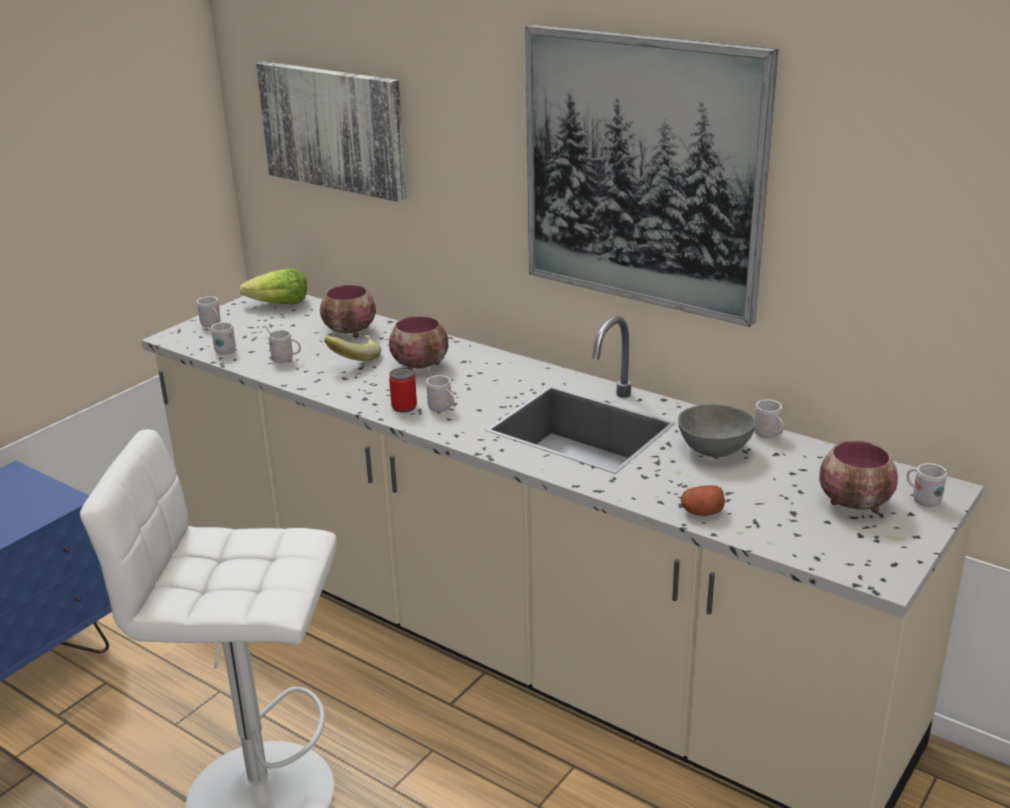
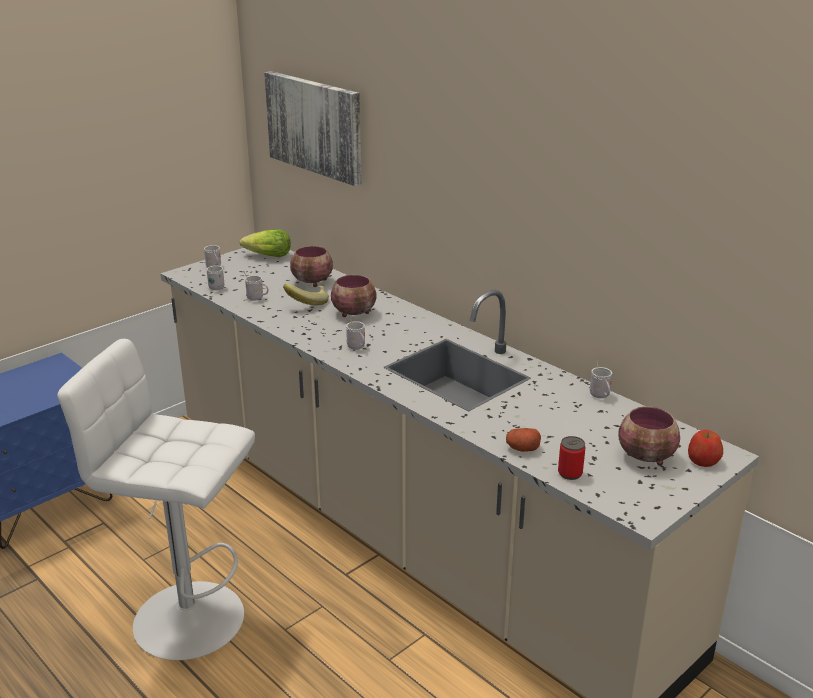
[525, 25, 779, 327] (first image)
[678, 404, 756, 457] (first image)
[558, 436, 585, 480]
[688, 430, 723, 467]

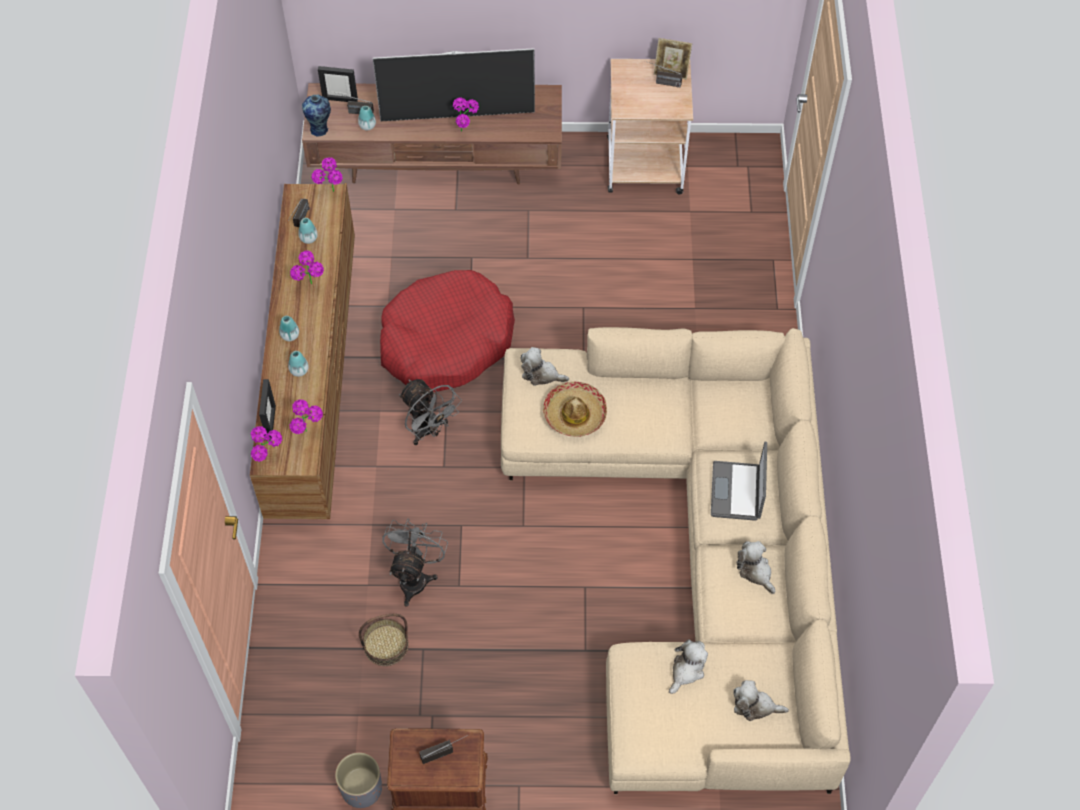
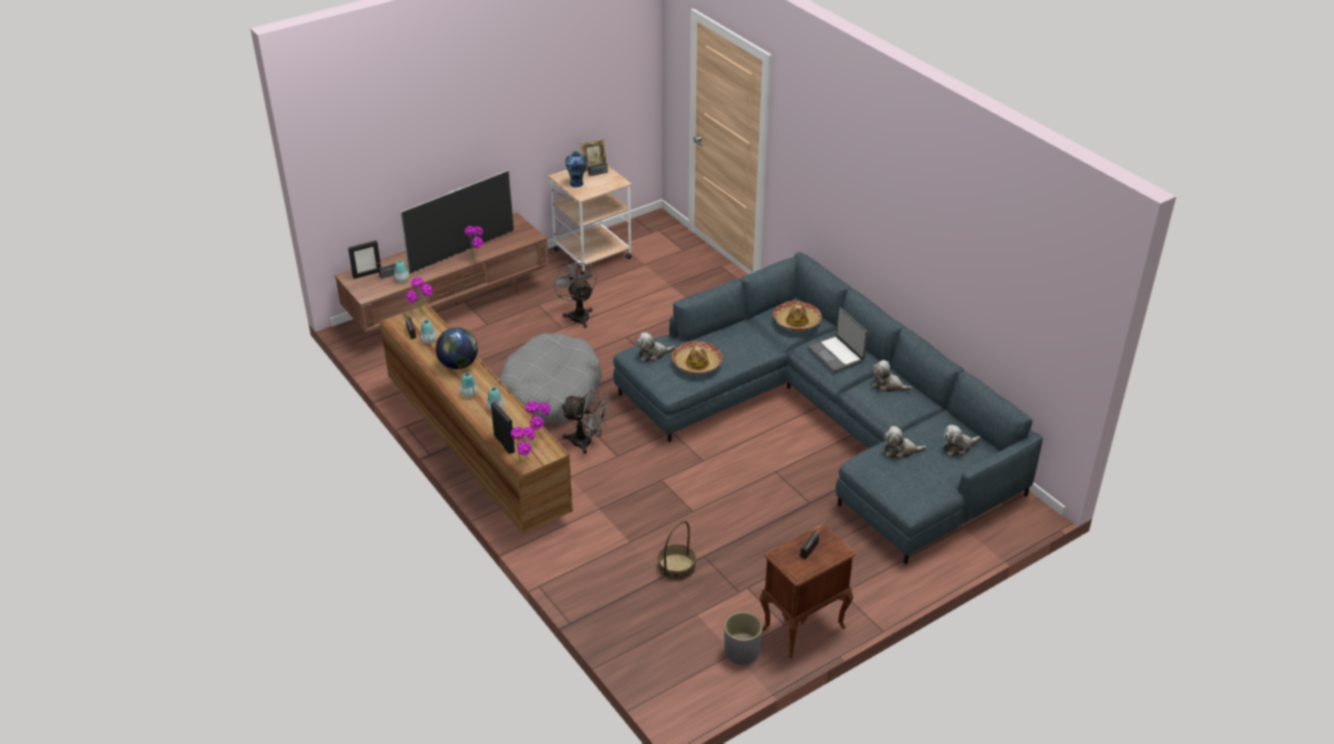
[773, 300, 822, 331]
[566, 151, 587, 187]
[551, 258, 597, 328]
[436, 327, 478, 369]
[499, 333, 602, 425]
[613, 252, 1043, 565]
[884, 426, 927, 460]

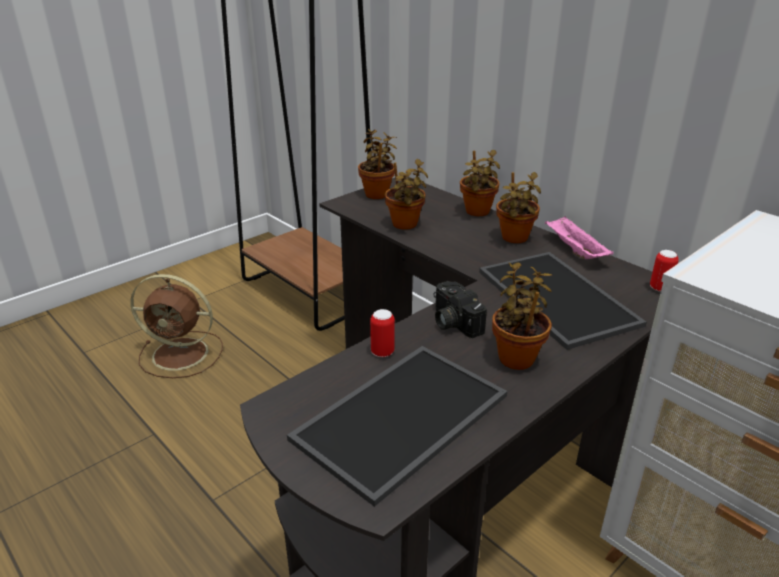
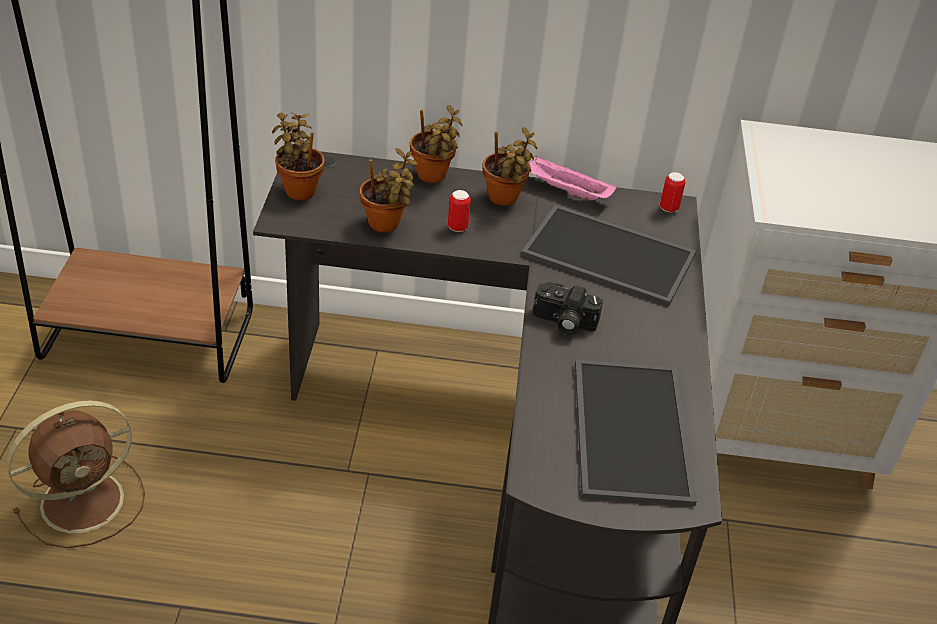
[492, 262, 552, 370] (first image)
[448, 190, 471, 232]

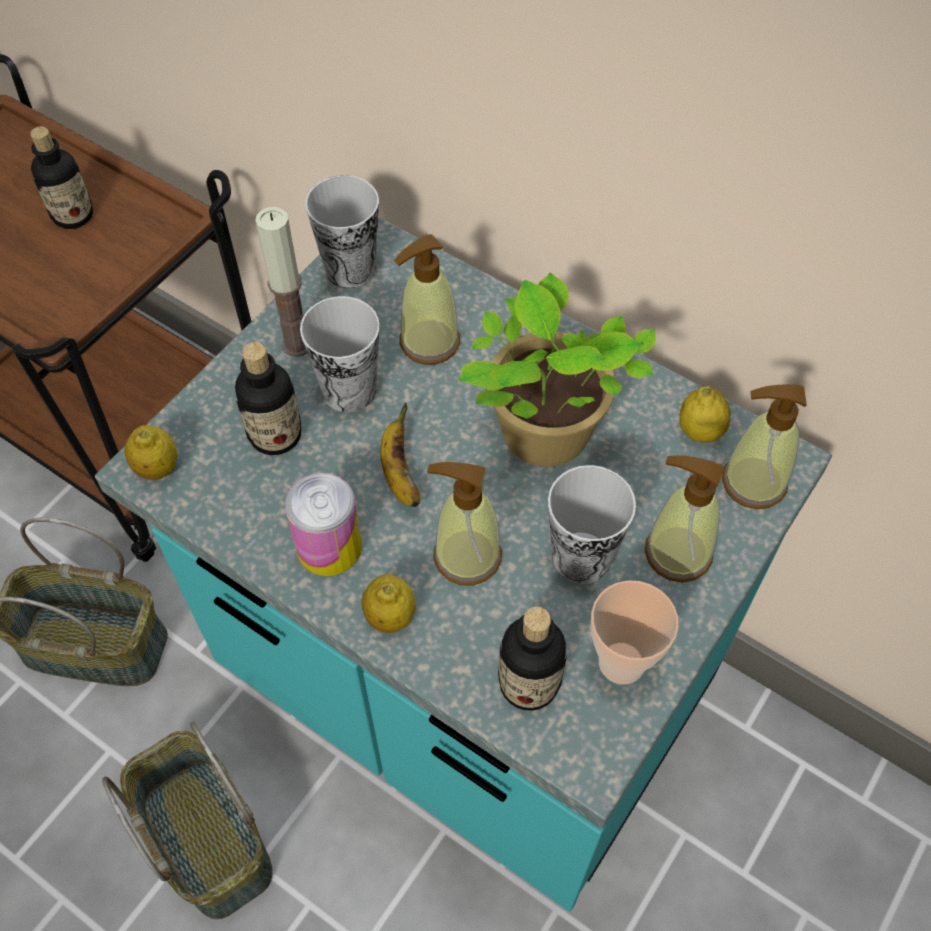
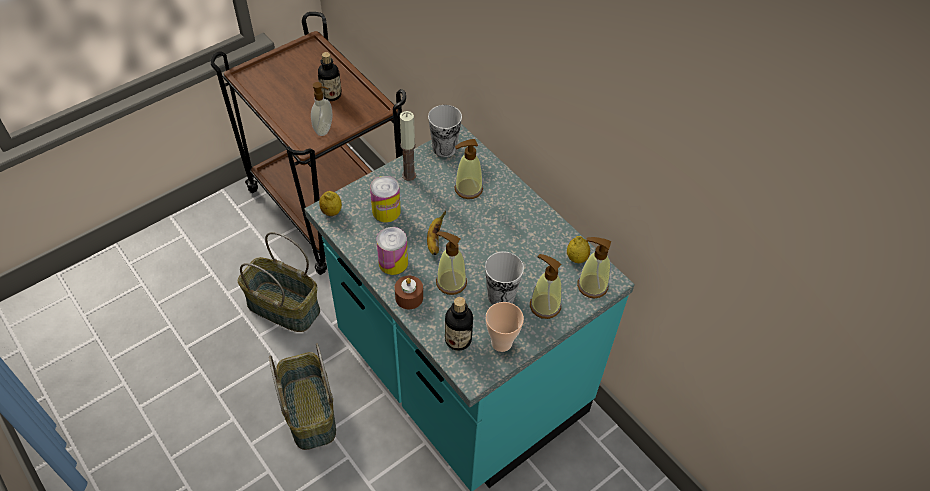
[300, 296, 380, 412] (first image)
[458, 272, 656, 467] (first image)
[311, 82, 333, 136]
[370, 176, 401, 222]
[395, 276, 423, 309]

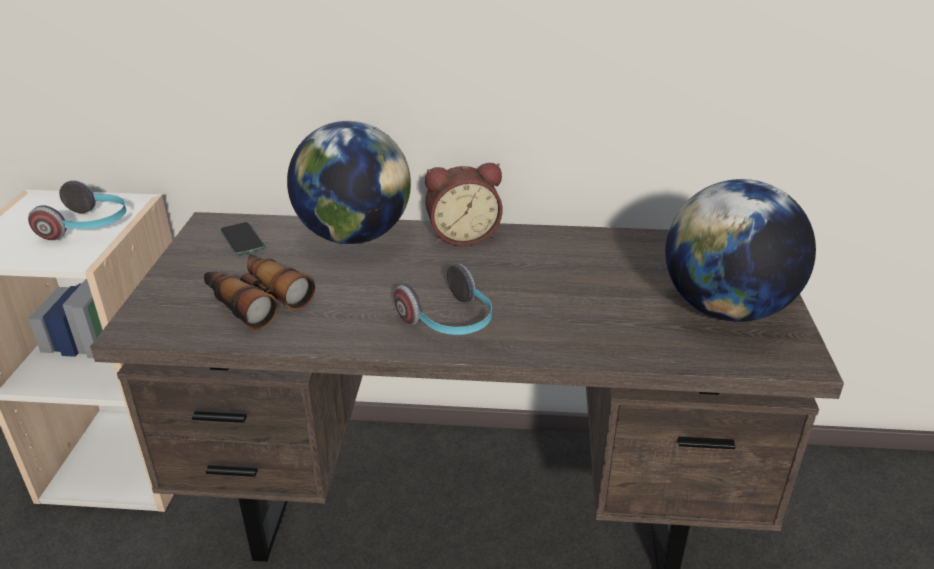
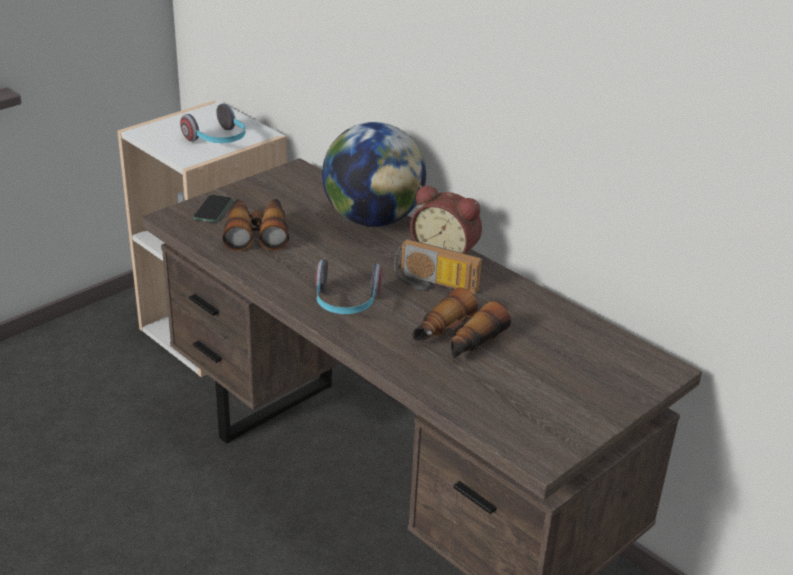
[665, 179, 816, 322] (first image)
[394, 239, 482, 294]
[413, 287, 511, 358]
[193, 195, 233, 223]

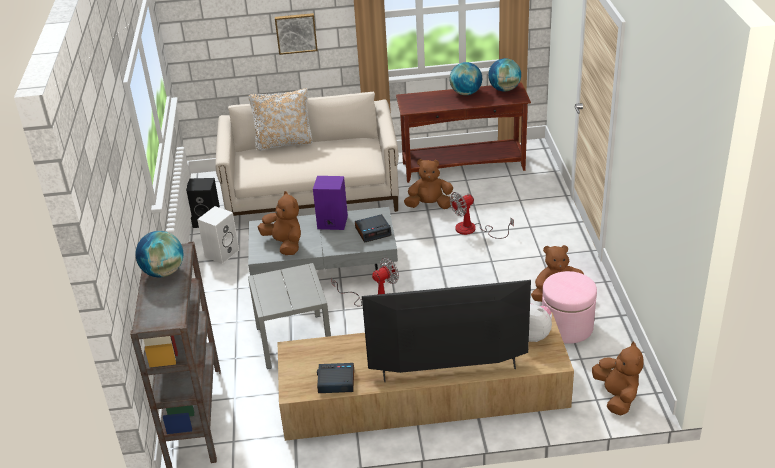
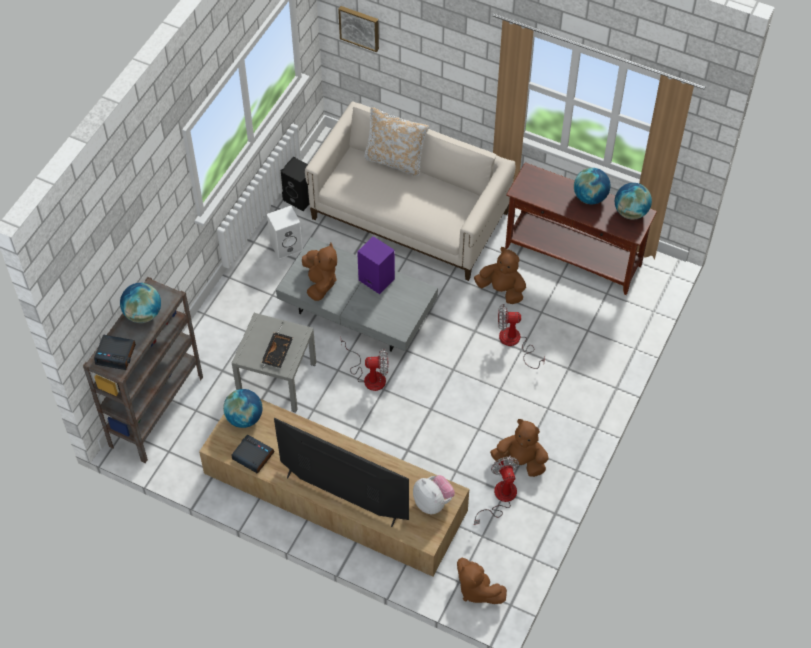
[223, 389, 262, 428]
[261, 332, 293, 368]
[338, 6, 379, 52]
[94, 335, 136, 370]
[474, 457, 519, 525]
[457, 558, 507, 604]

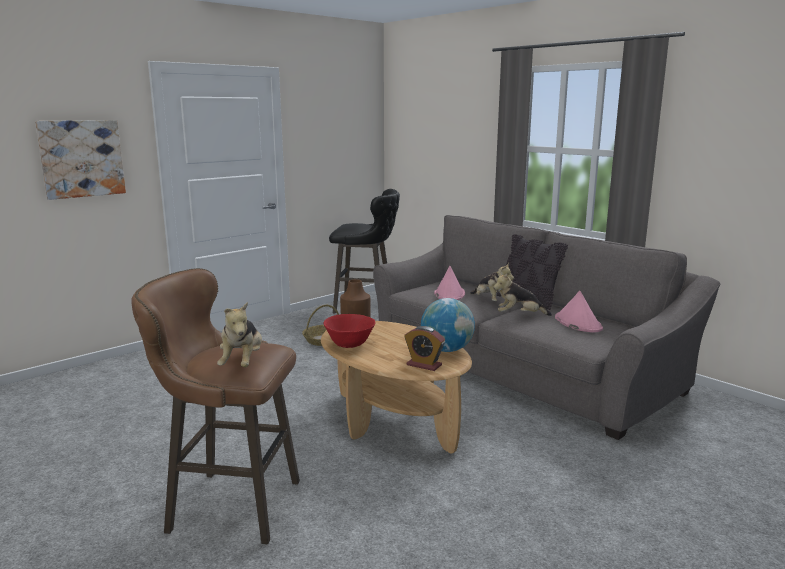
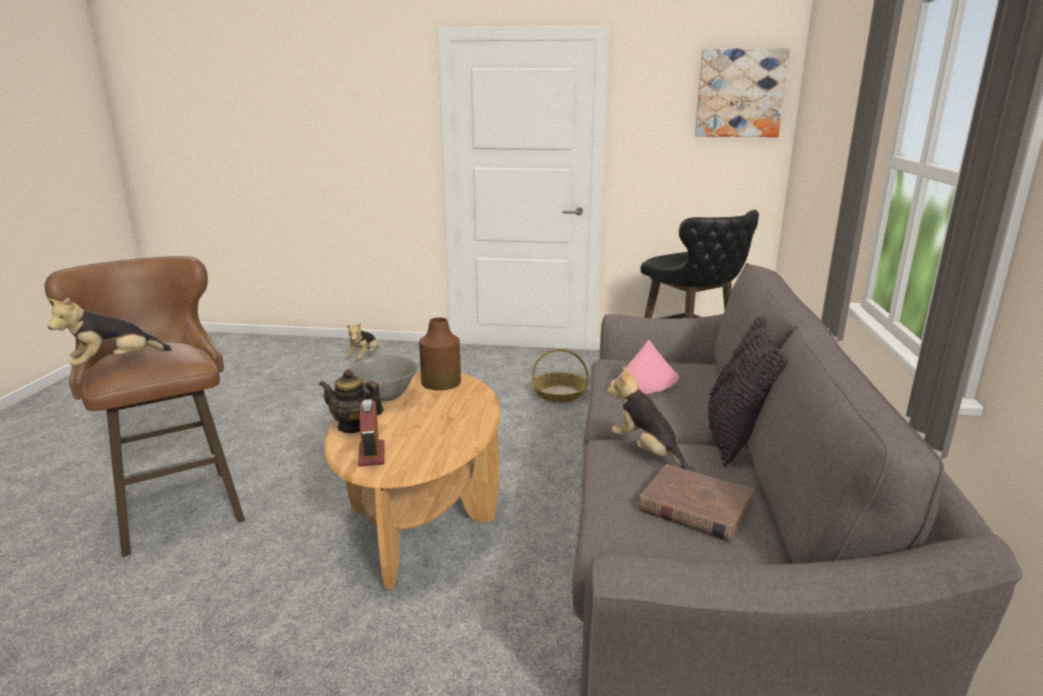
[421, 298, 475, 352] (first image)
[319, 369, 384, 433]
[695, 48, 790, 137]
[345, 323, 379, 360]
[638, 464, 754, 541]
[349, 355, 418, 402]

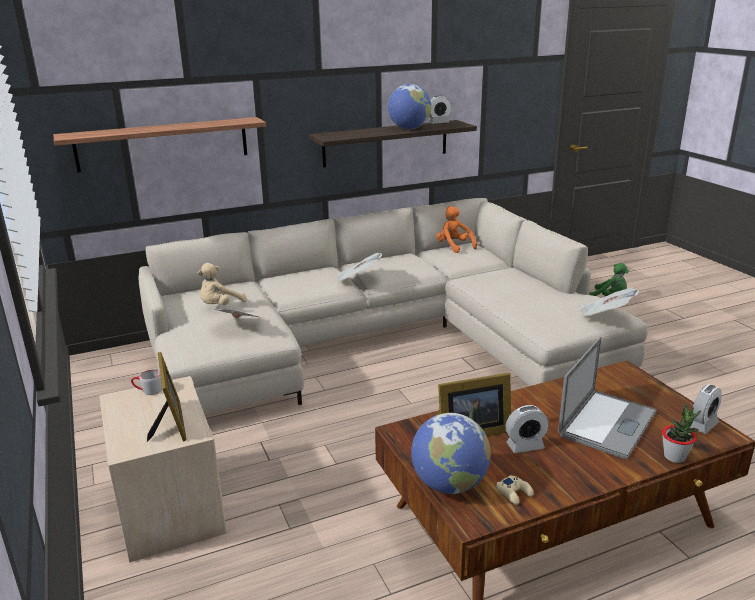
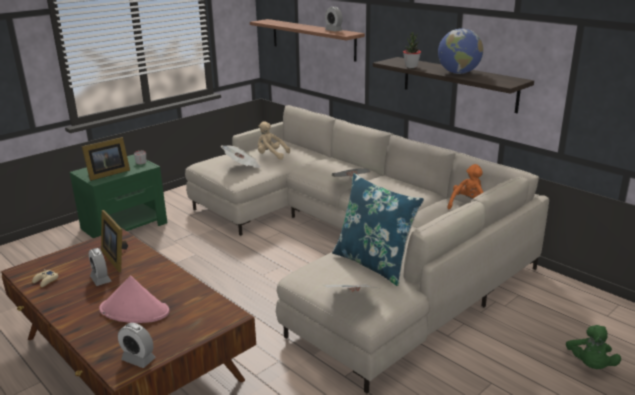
[411, 413, 491, 494] (first image)
[332, 173, 424, 286]
[325, 7, 343, 32]
[403, 32, 421, 68]
[99, 276, 169, 323]
[70, 154, 167, 238]

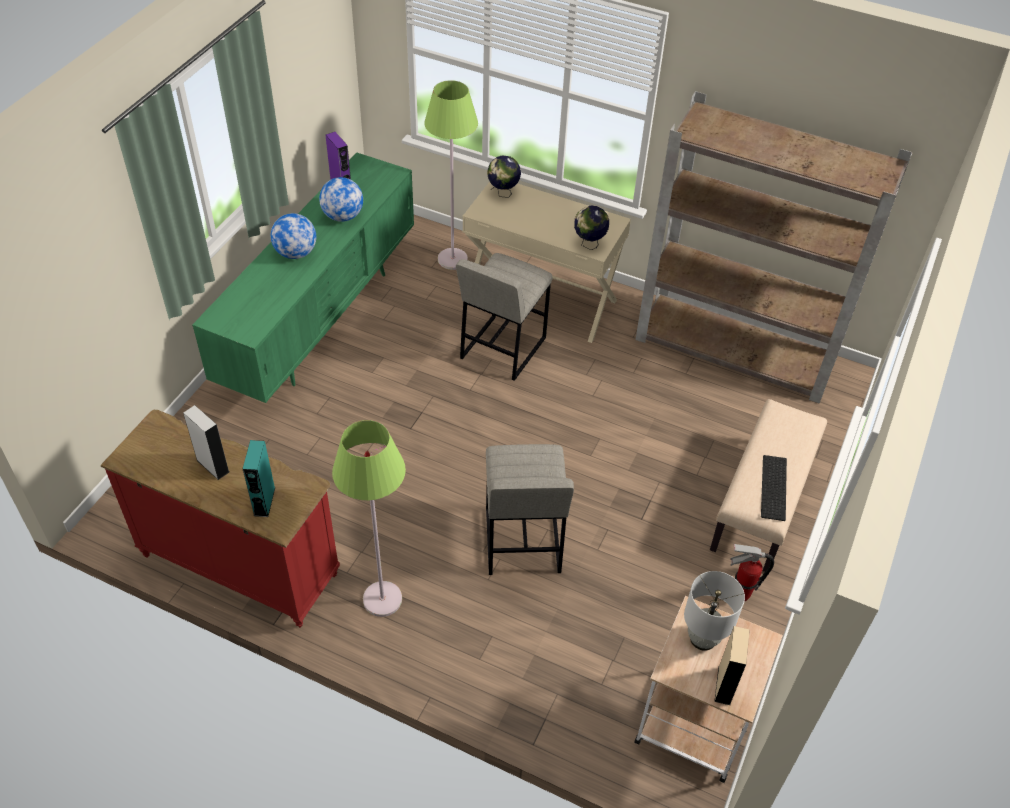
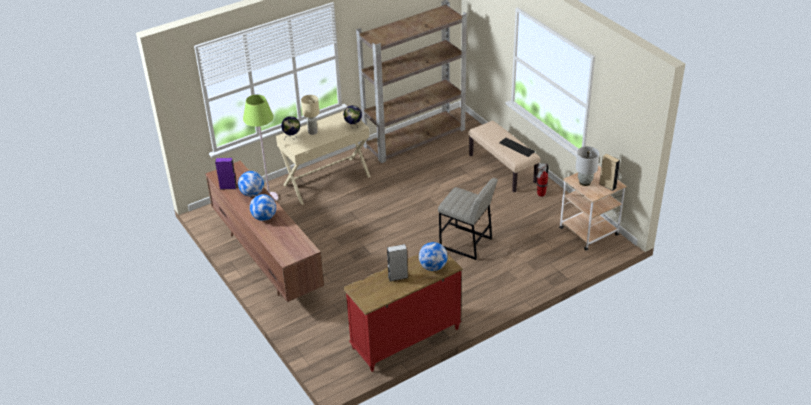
[332, 420, 406, 617] (first image)
[456, 253, 552, 381] (first image)
[301, 95, 319, 135]
[419, 242, 448, 271]
[205, 161, 324, 302]

